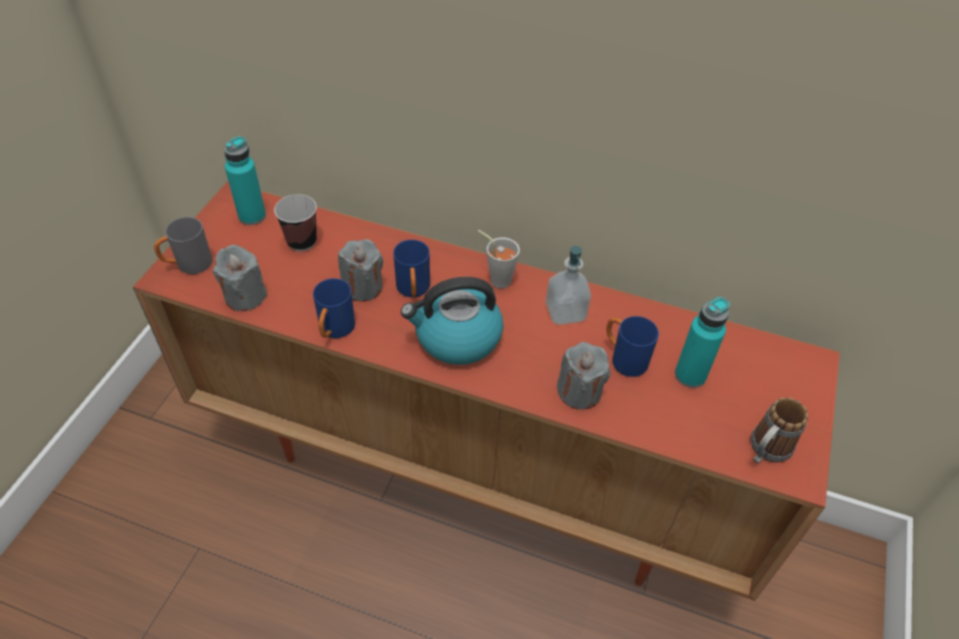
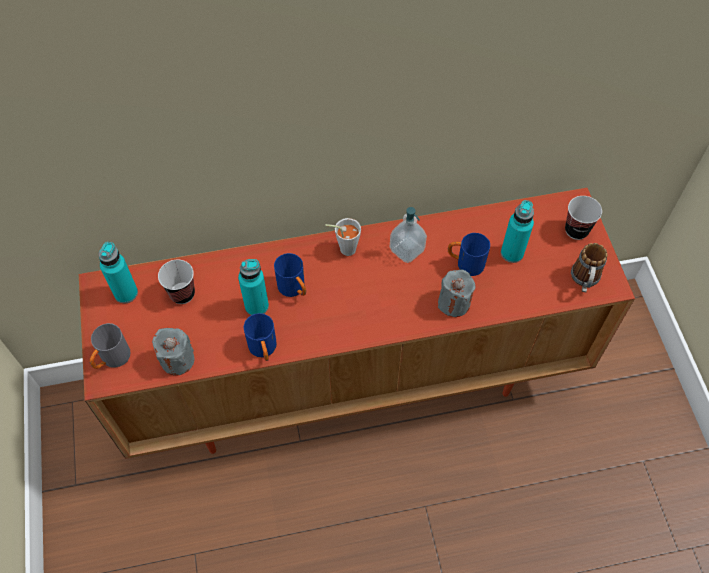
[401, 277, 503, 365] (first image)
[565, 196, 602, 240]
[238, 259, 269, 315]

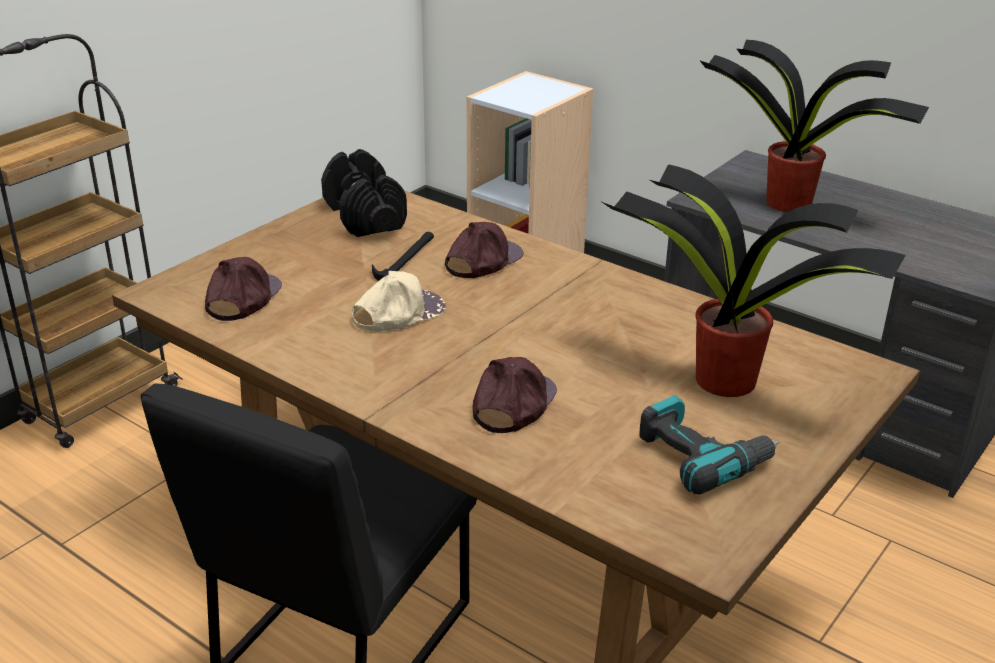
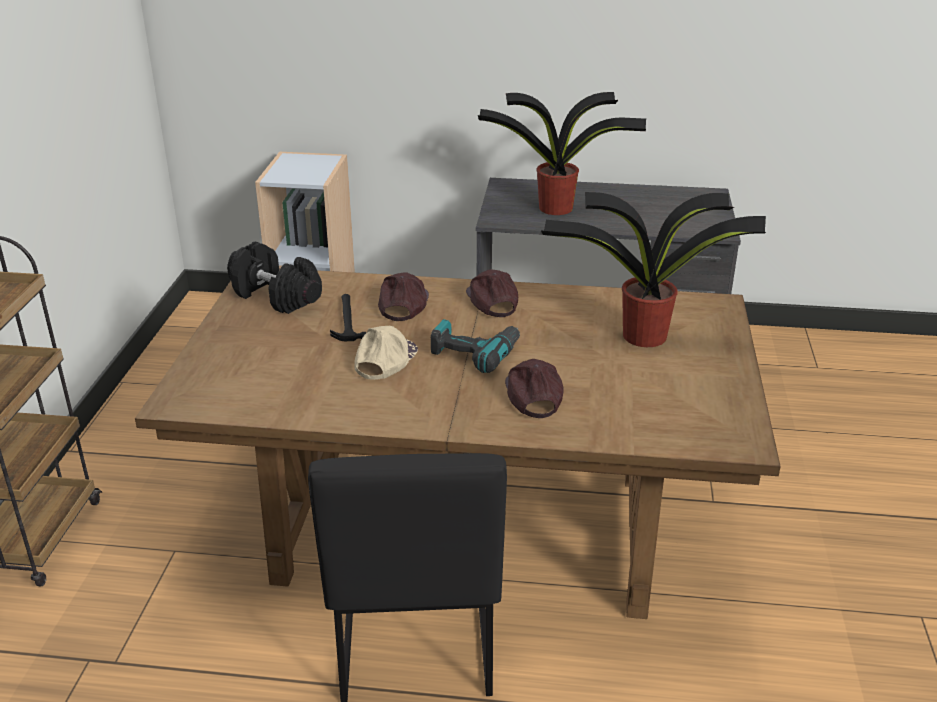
[466, 269, 518, 317]
[431, 319, 520, 373]

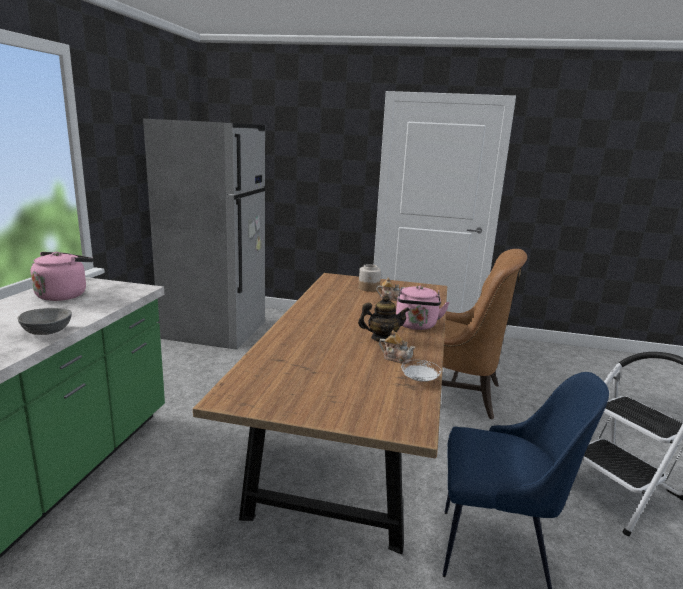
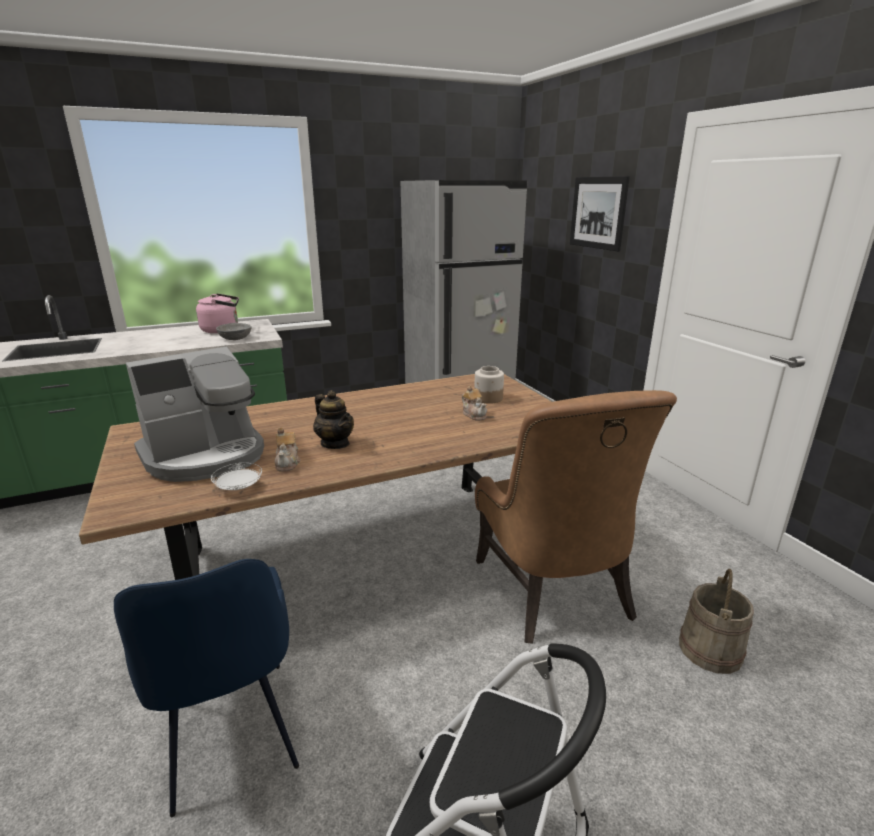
[396, 286, 450, 330] (first image)
[126, 347, 264, 482]
[570, 176, 630, 251]
[679, 569, 754, 674]
[216, 323, 252, 340]

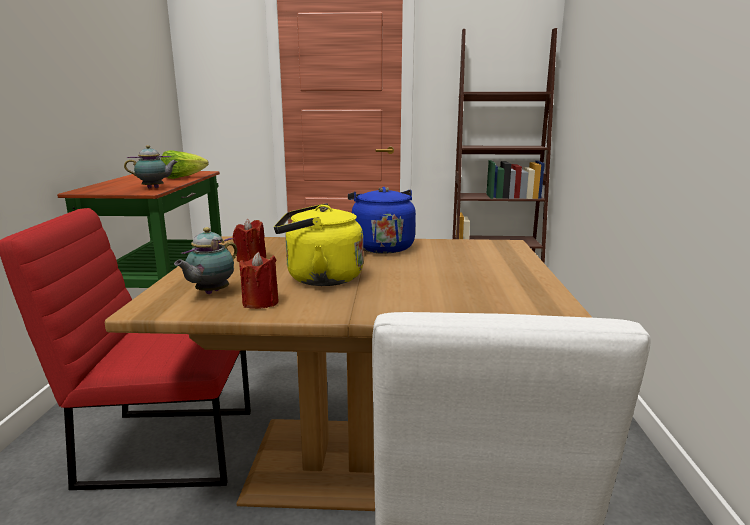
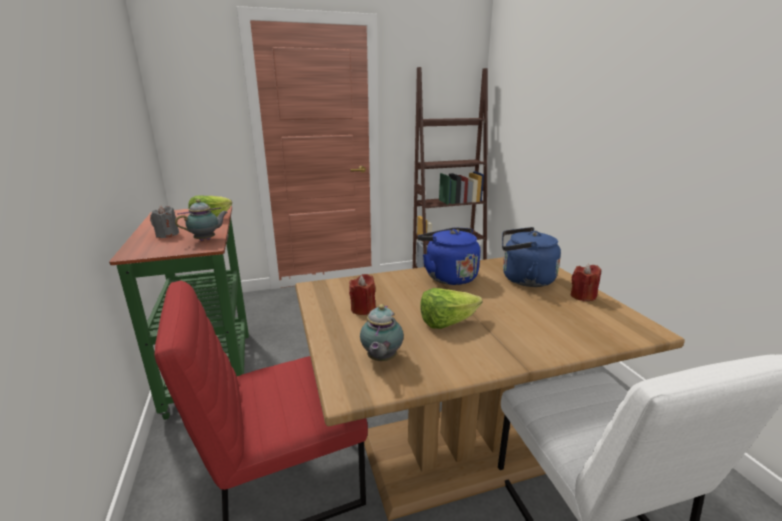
[150, 206, 179, 238]
[502, 227, 561, 287]
[571, 264, 601, 302]
[420, 288, 483, 329]

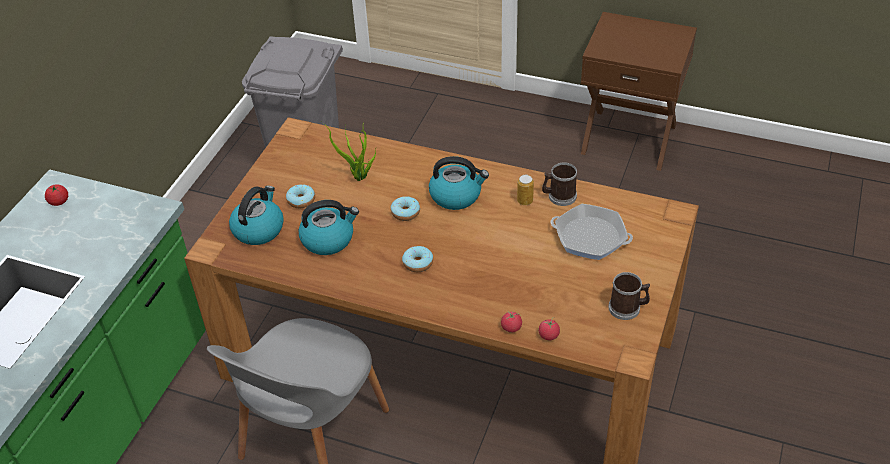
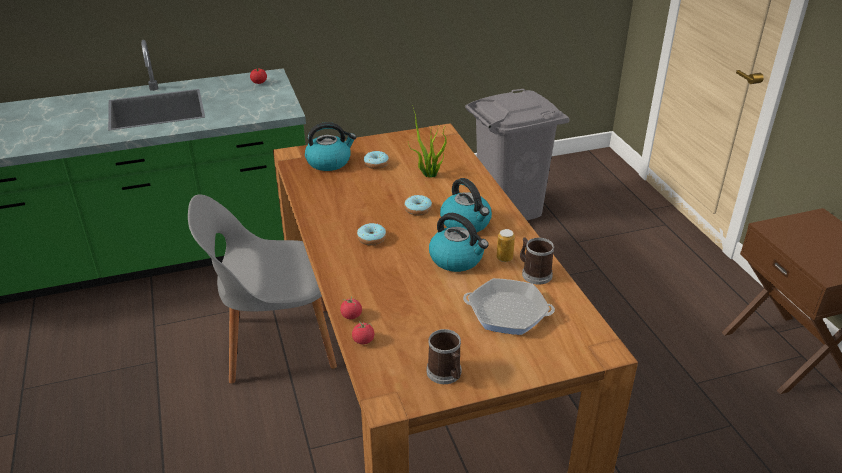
[429, 213, 489, 272]
[463, 278, 555, 335]

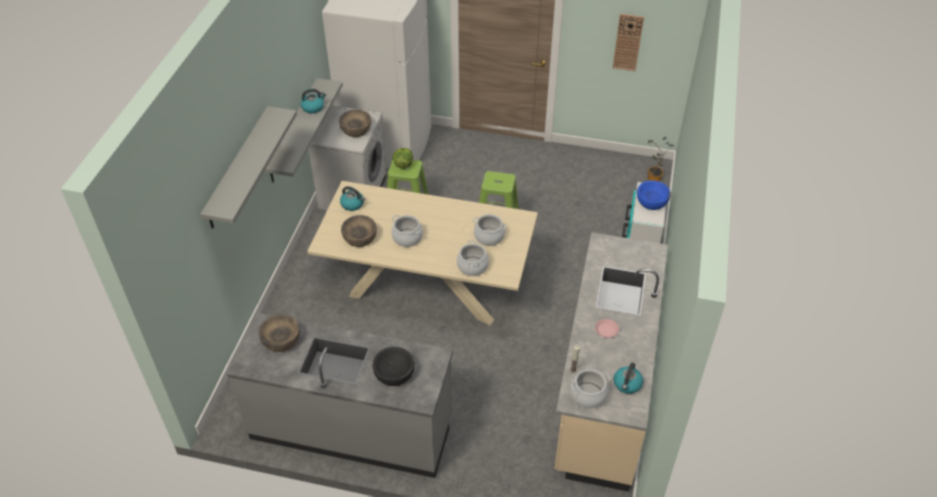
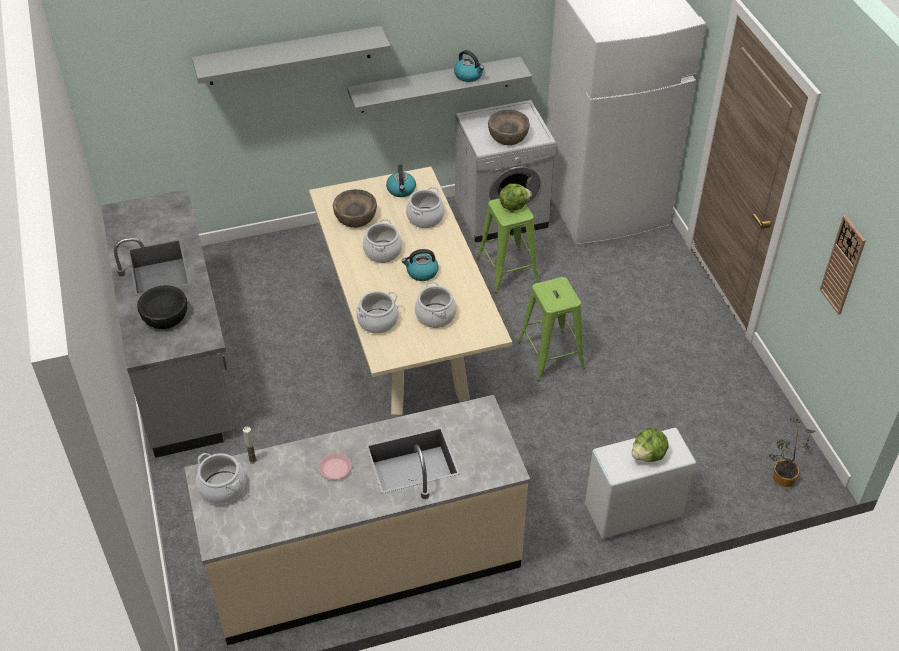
[259, 314, 300, 352] (first image)
[406, 187, 445, 228]
[401, 249, 438, 281]
[632, 428, 669, 462]

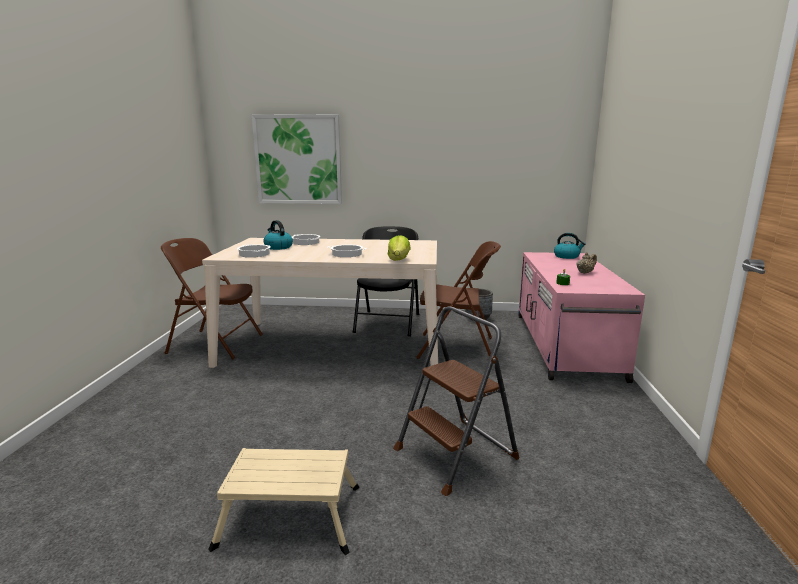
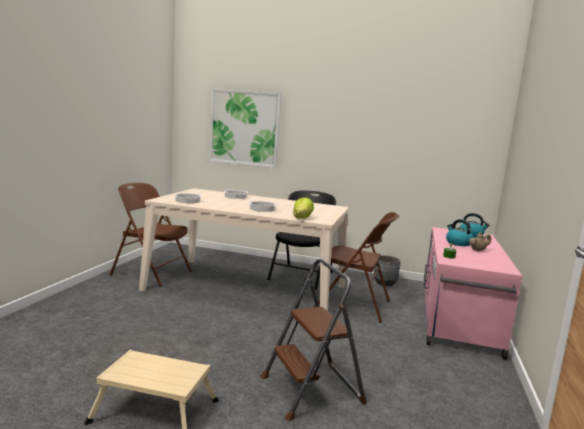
[446, 219, 473, 246]

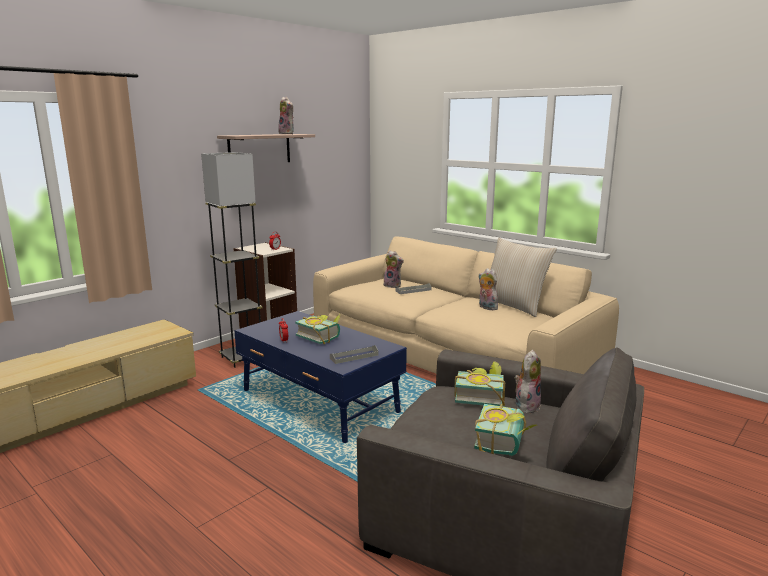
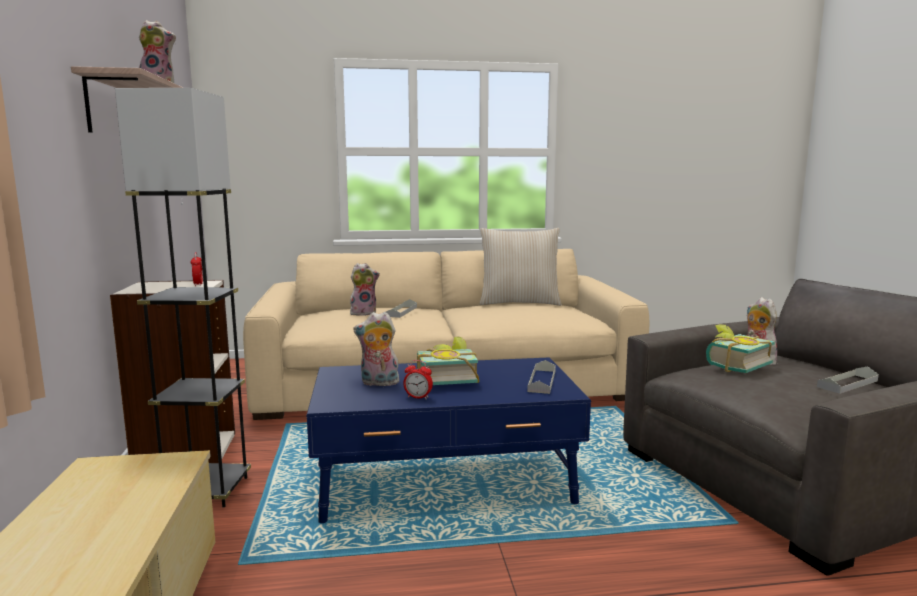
[353, 312, 399, 386]
[817, 367, 879, 394]

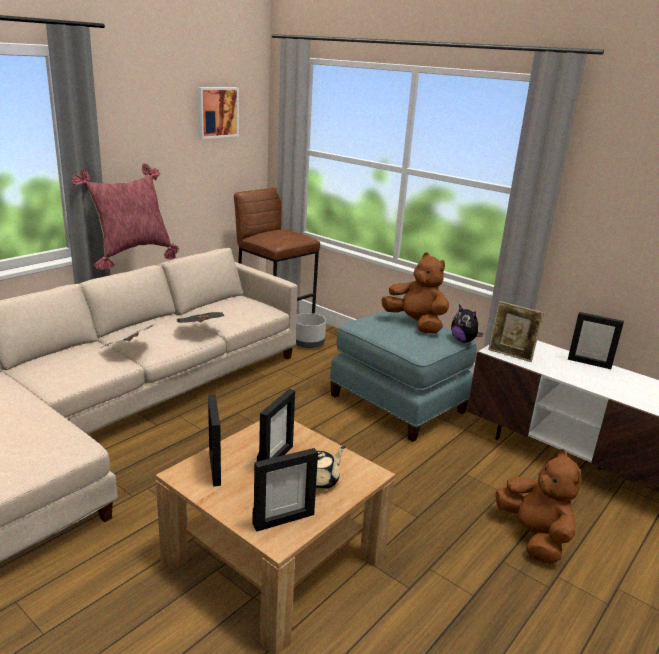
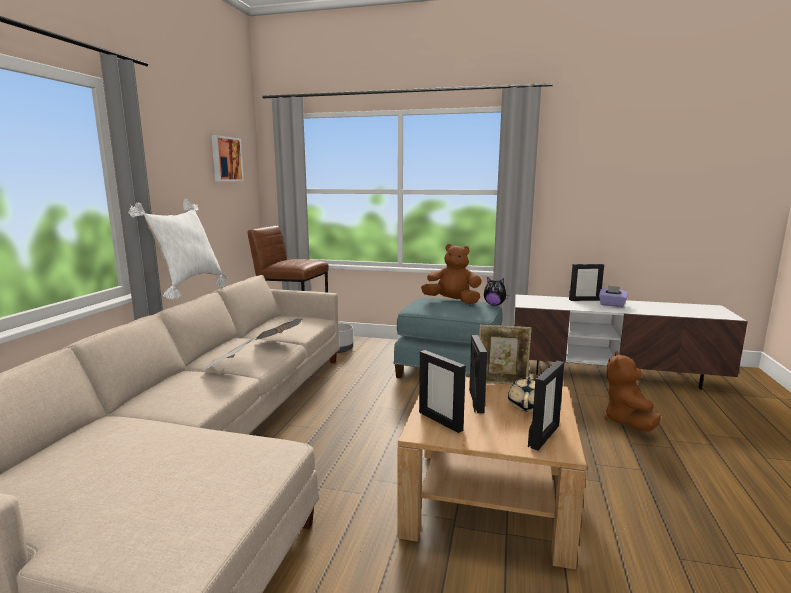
[599, 286, 628, 307]
[479, 325, 532, 385]
[129, 199, 227, 300]
[604, 351, 661, 432]

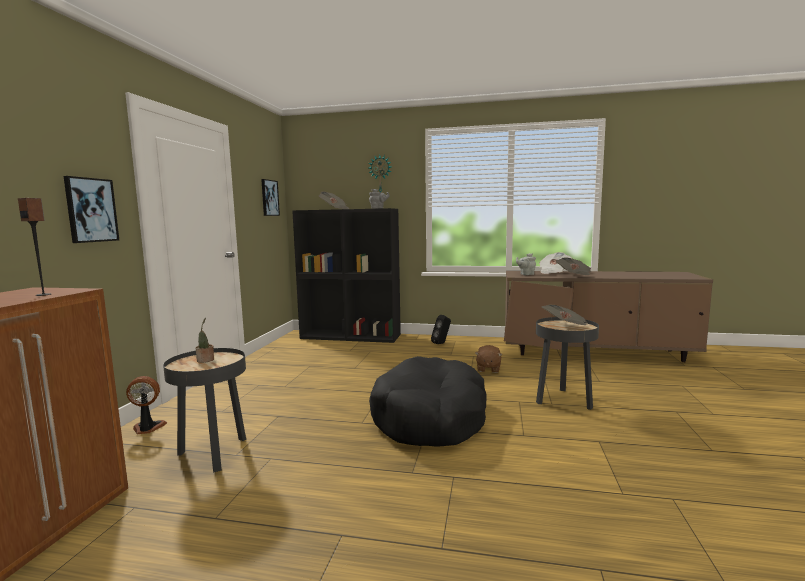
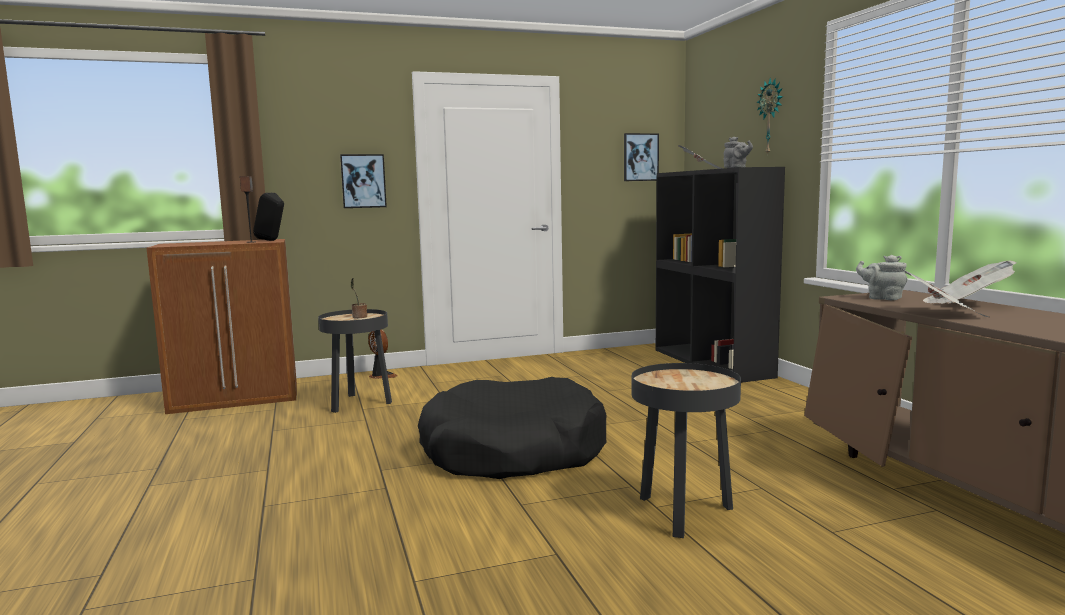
[475, 345, 502, 373] (first image)
[541, 305, 588, 325] (first image)
[253, 193, 284, 241]

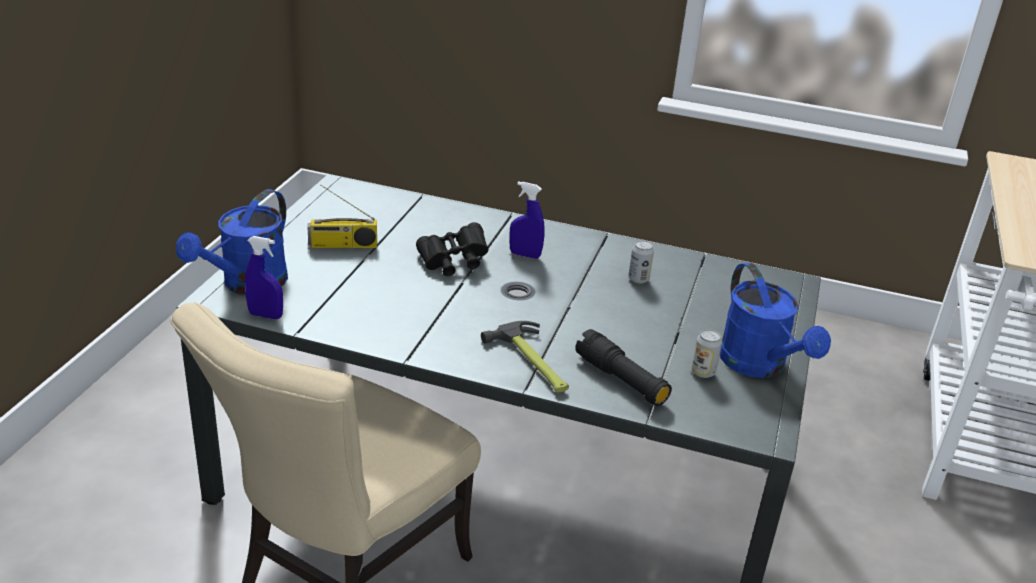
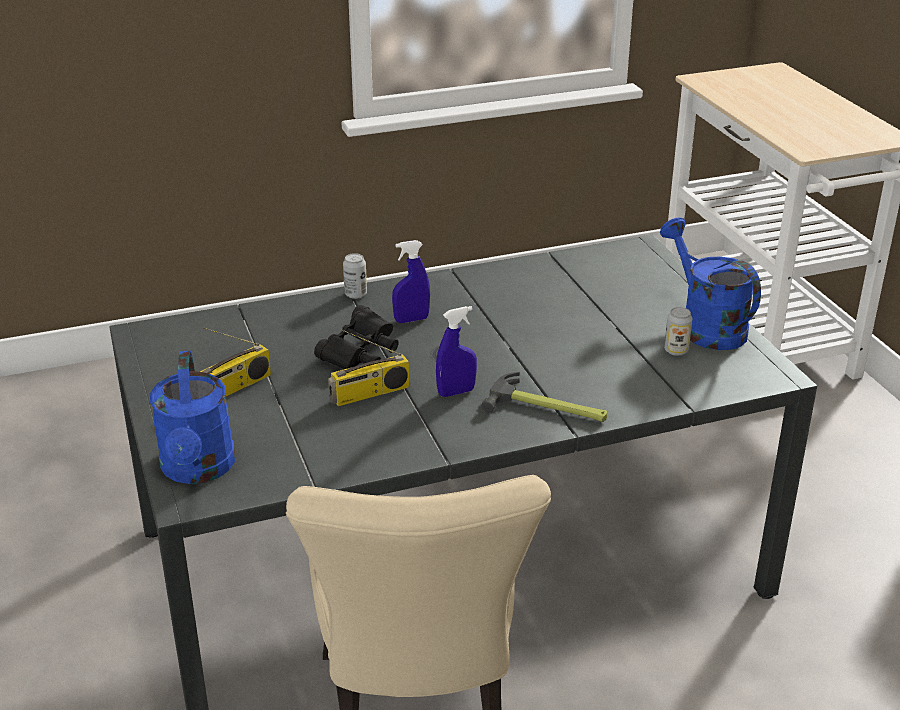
[575, 329, 672, 406] (first image)
[328, 329, 410, 406]
[436, 306, 477, 397]
[343, 253, 367, 299]
[660, 218, 761, 350]

